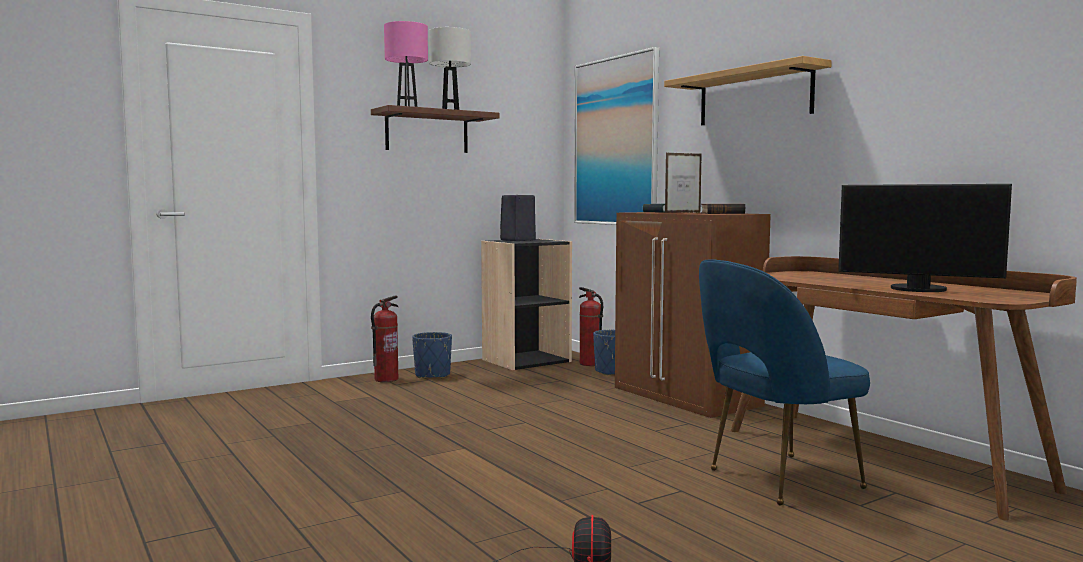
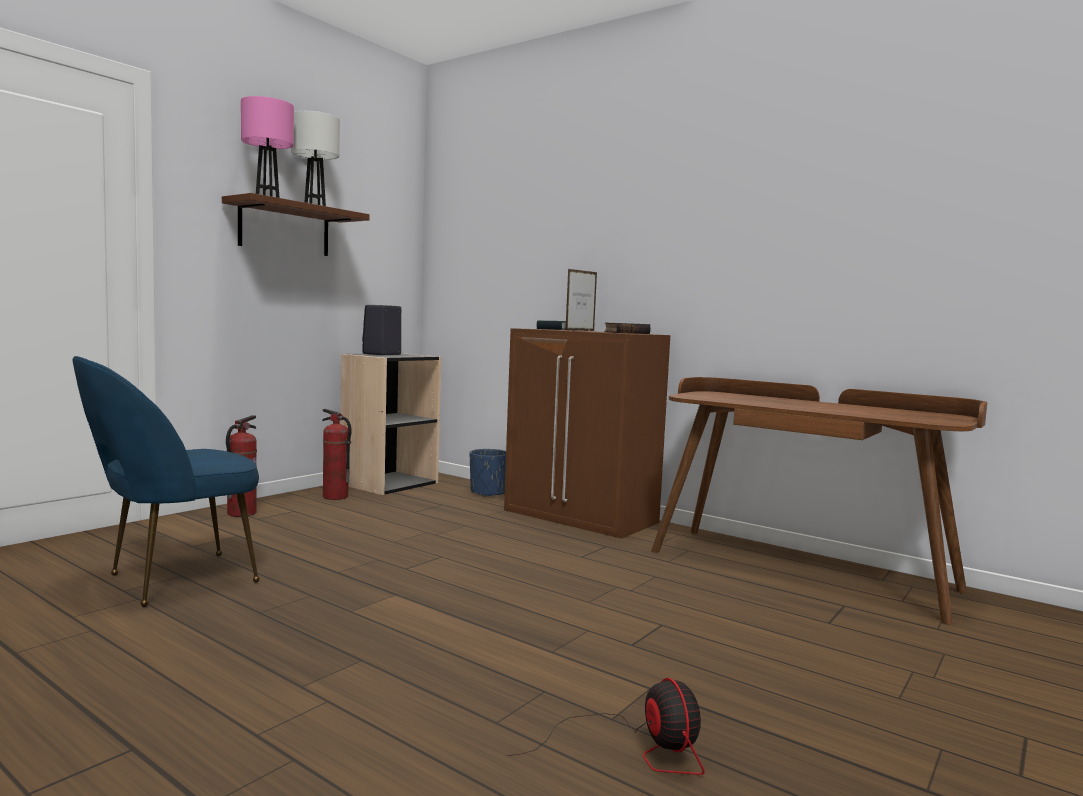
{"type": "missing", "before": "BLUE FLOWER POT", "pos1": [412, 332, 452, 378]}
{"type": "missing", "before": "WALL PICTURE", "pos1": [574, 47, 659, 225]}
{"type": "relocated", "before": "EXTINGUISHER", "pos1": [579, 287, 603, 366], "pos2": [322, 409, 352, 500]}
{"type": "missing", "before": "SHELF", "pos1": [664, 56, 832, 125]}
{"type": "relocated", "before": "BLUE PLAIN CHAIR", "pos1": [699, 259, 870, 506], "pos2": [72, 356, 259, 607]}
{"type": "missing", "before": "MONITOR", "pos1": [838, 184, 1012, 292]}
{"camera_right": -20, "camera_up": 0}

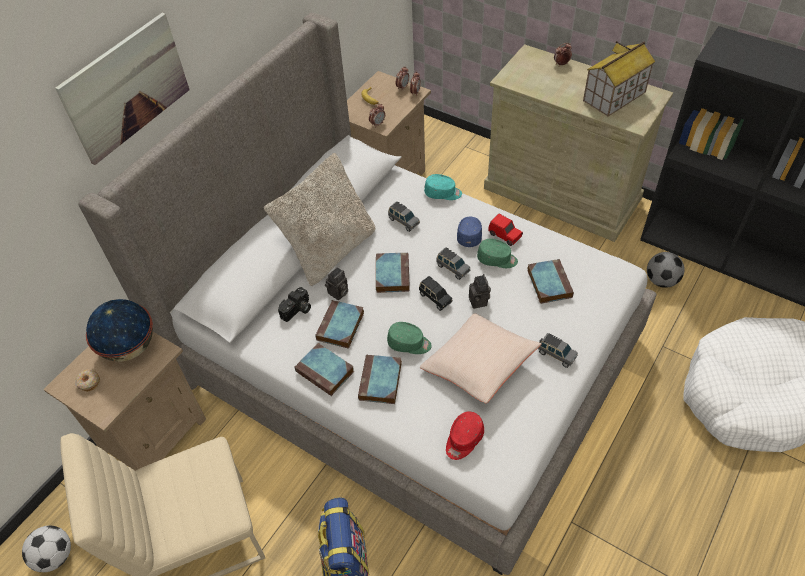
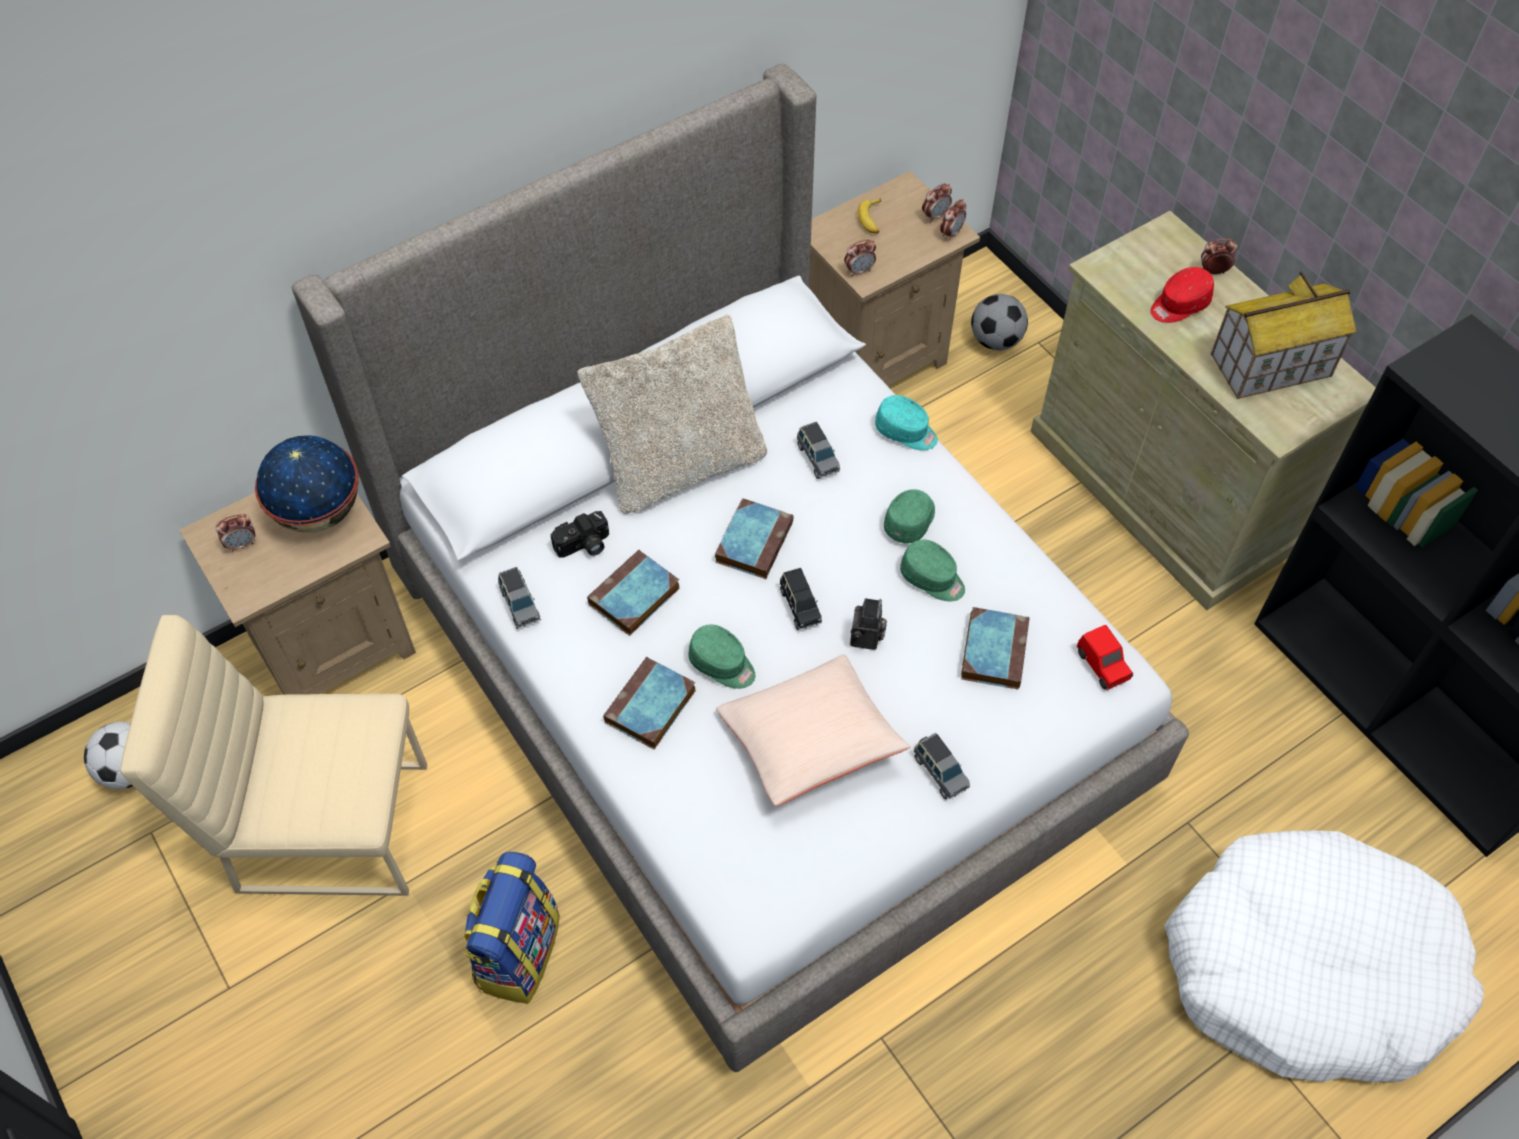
{"type": "missing", "before": "WALL PICTURE", "pos1": [55, 13, 190, 165]}
{"type": "exchanged", "before": "RING DOUGHNUT", "after": "BEDSIDE CLOCK", "pos1": [75, 369, 100, 392], "pos2": [215, 514, 255, 552]}
{"type": "missing", "before": "BOOK", "pos1": [294, 343, 354, 396]}
{"type": "missing", "before": "PHOTO CAMERA", "pos1": [325, 267, 348, 300]}
{"type": "relocated", "before": "GRAY MODEL CAR", "pos1": [436, 247, 470, 280], "pos2": [498, 567, 541, 629]}
{"type": "relocated", "before": "RED CAP", "pos1": [446, 412, 484, 460], "pos2": [1150, 267, 1214, 323]}
{"type": "colour", "before": "BLUE CAP", "after": "GREEN-COLOURED CAP", "pos1": [457, 217, 482, 247], "pos2": [884, 489, 935, 543]}
{"type": "relocated", "before": "RED MODEL CAR", "pos1": [488, 214, 523, 246], "pos2": [1077, 625, 1133, 690]}
{"type": "relocated", "before": "FOOTBALL BALL", "pos1": [647, 252, 685, 288], "pos2": [971, 294, 1028, 350]}
{"camera_right": 20, "camera_up": 5}

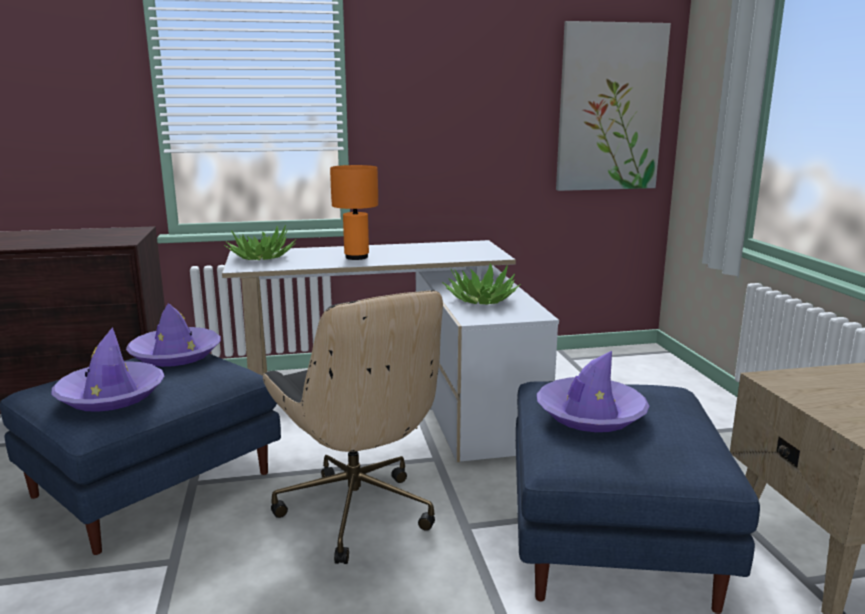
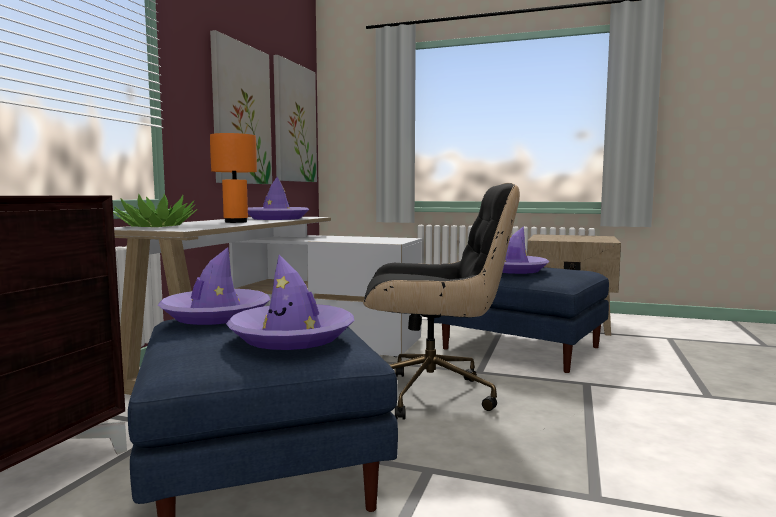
{"type": "missing", "before": "POTTED PLANT", "pos1": [442, 263, 521, 304]}
{"type": "appeared", "after": "WALL PICTURE", "pos2": [210, 30, 272, 184]}
{"type": "appeared", "after": "PURPLISH CLOTHING HAT", "pos2": [248, 177, 309, 220]}
{"camera_right": -60, "camera_up": -10}

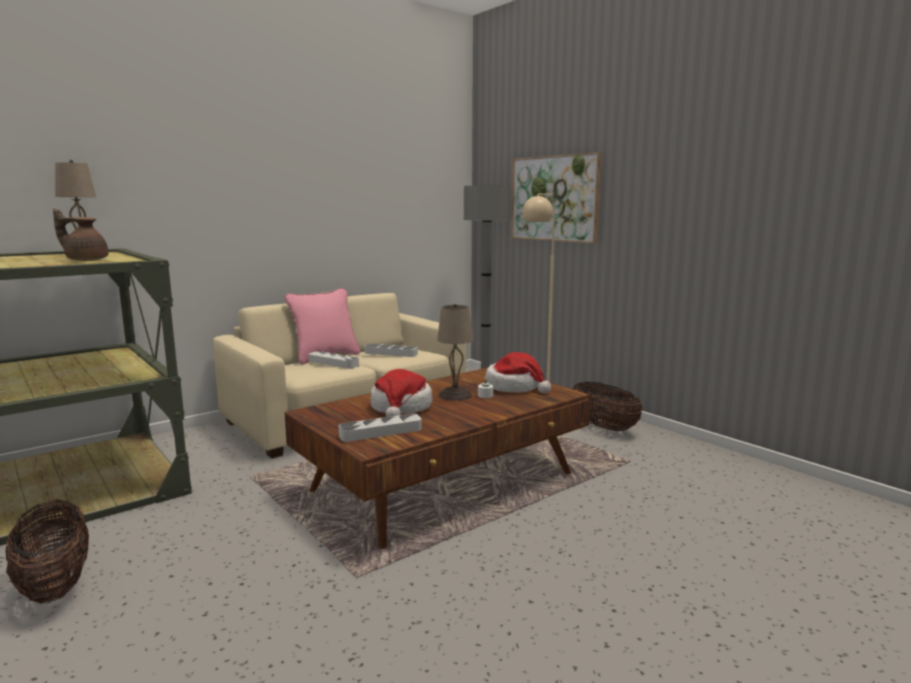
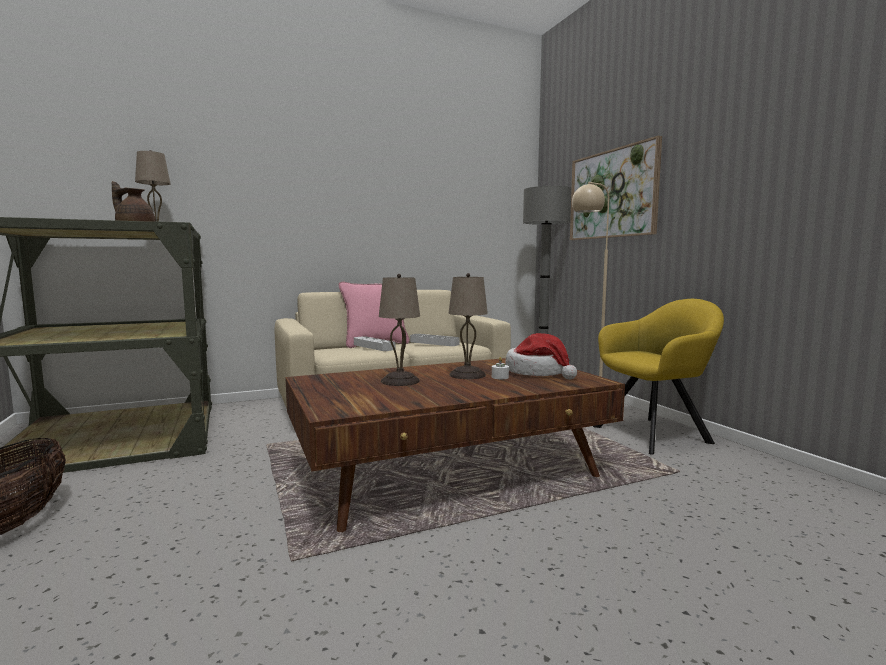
{"type": "missing", "before": "GRAY TRAY", "pos1": [339, 414, 422, 442]}
{"type": "exchanged", "before": "CLOTHING HAT", "after": "SAND-COLOURED TABLE LAMP", "pos1": [371, 369, 432, 417], "pos2": [379, 274, 420, 386]}
{"type": "exchanged", "before": "STORAGE BASKET", "after": "YELLOWISH LOUNGE CHAIR", "pos1": [573, 382, 643, 431], "pos2": [593, 299, 724, 455]}
{"camera_right": 15, "camera_up": -5}

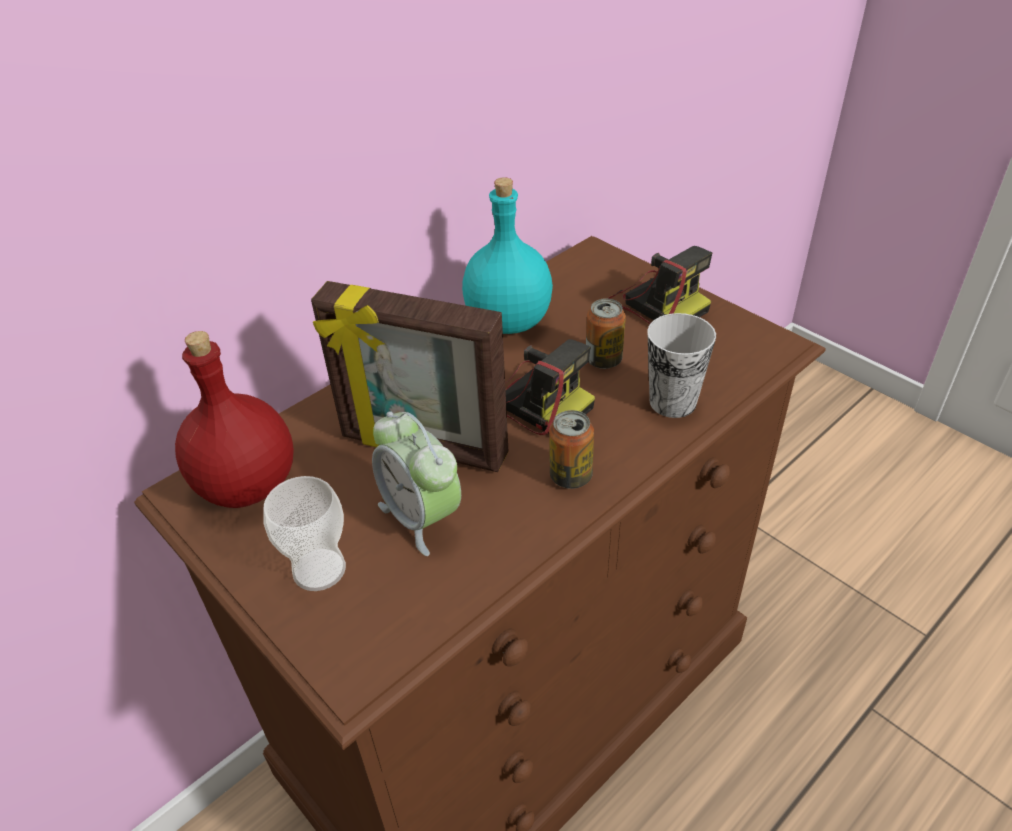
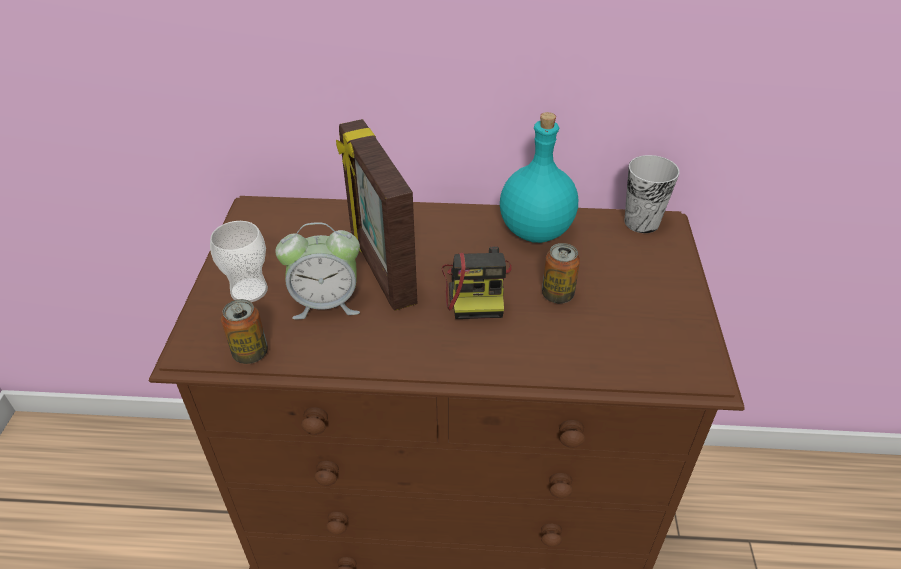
{"type": "missing", "before": "RED BOTTLE", "pos1": [175, 331, 294, 508]}
{"type": "spun", "before": "BEDSIDE CLOCK", "pos1": [372, 411, 461, 556], "pos2": [275, 222, 360, 319], "turn": -105}
{"type": "relocated", "before": "CAN", "pos1": [549, 410, 594, 489], "pos2": [221, 299, 268, 364]}
{"type": "missing", "before": "PHOTO CAMERA", "pos1": [608, 246, 712, 324]}
{"type": "relocated", "before": "CUP", "pos1": [647, 313, 716, 418], "pos2": [624, 155, 680, 233]}
{"camera_right": 45, "camera_up": 0}

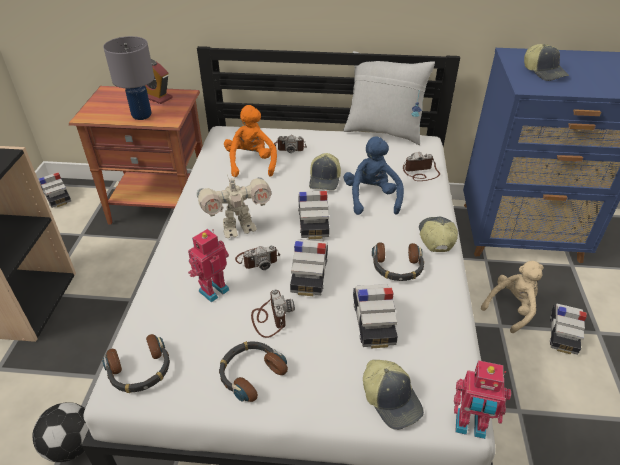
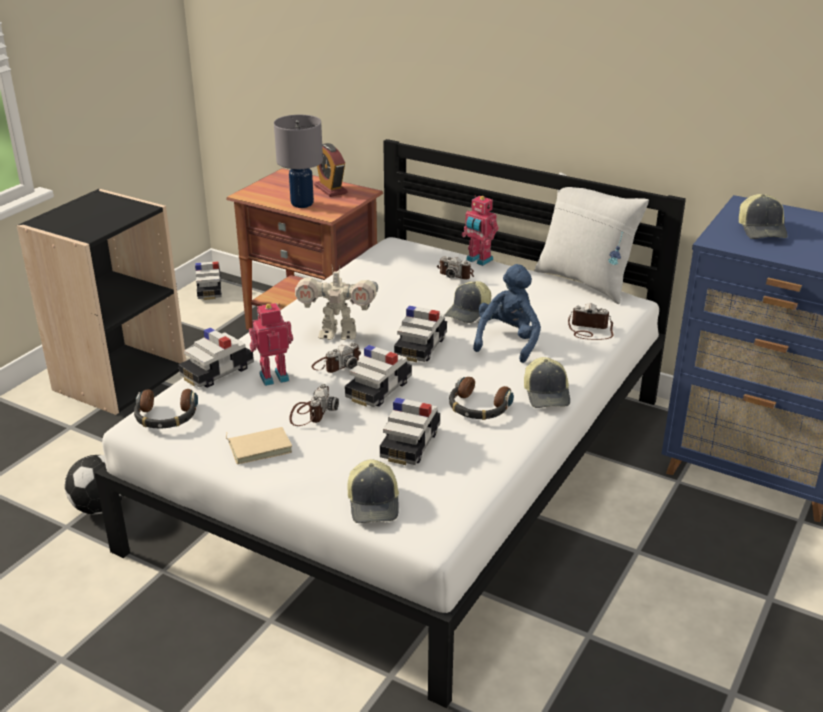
{"type": "exchanged", "before": "HEADSET", "after": "SAND-COLOURED BOOK", "pos1": [219, 341, 288, 402], "pos2": [226, 427, 292, 464]}
{"type": "missing", "before": "ORANGE PLUSH TOY", "pos1": [224, 105, 277, 177]}
{"type": "spun", "before": "PHOTO CAMERA", "pos1": [235, 245, 280, 270], "pos2": [312, 342, 361, 373], "turn": -45}
{"type": "spun", "before": "CAP", "pos1": [419, 216, 458, 252], "pos2": [524, 357, 570, 408], "turn": 150}
{"type": "relocated", "before": "MODEL ROBOT", "pos1": [454, 360, 511, 439], "pos2": [462, 195, 499, 266]}
{"type": "missing", "before": "SAND-COLOURED PLUSH TOY", "pos1": [481, 261, 544, 333]}
{"type": "relocated", "before": "MODEL CAR", "pos1": [550, 304, 587, 355], "pos2": [178, 327, 254, 388]}
{"camera_right": 25, "camera_up": -10}

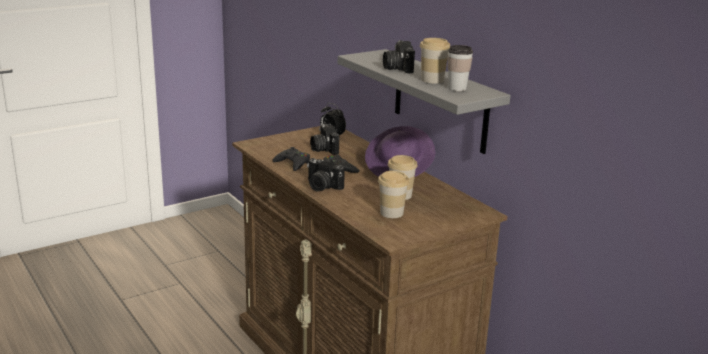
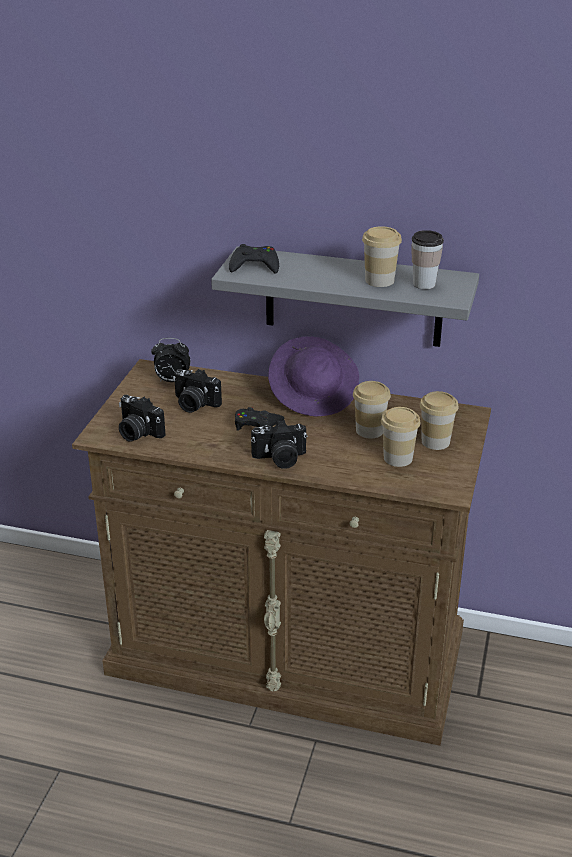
{"type": "relocated", "before": "BLACK-COLOURED GAMEPAD", "pos1": [272, 147, 310, 171], "pos2": [229, 244, 279, 274]}
{"type": "relocated", "before": "PHOTO CAMERA", "pos1": [383, 40, 415, 73], "pos2": [119, 395, 166, 442]}
{"type": "appeared", "after": "CUP", "pos2": [420, 391, 458, 450]}
{"camera_right": -40, "camera_up": 10}

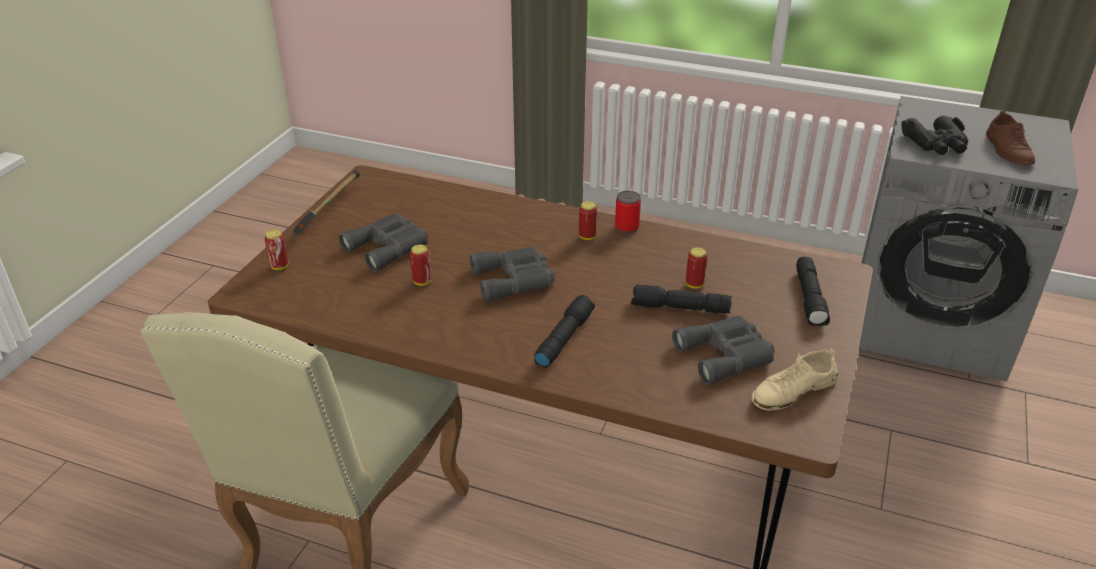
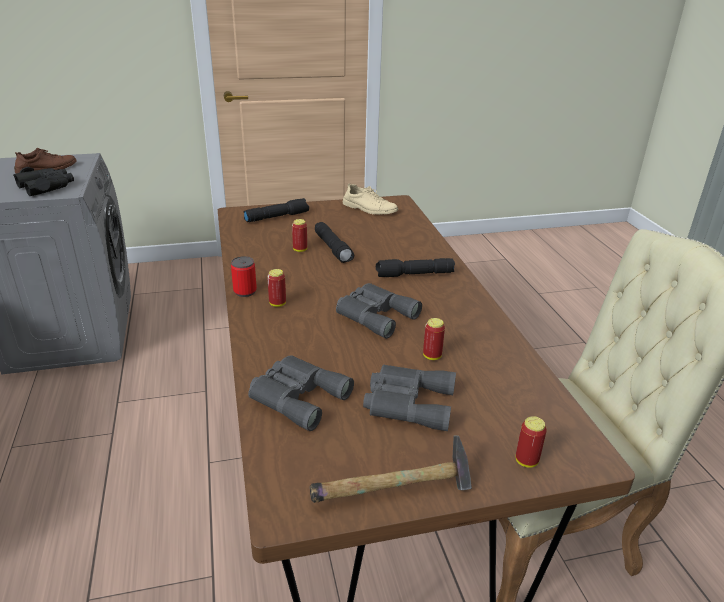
{"type": "relocated", "before": "GRAY BINOCULARS", "pos1": [672, 315, 774, 384], "pos2": [248, 355, 354, 431]}
{"camera_right": -125, "camera_up": -5}

